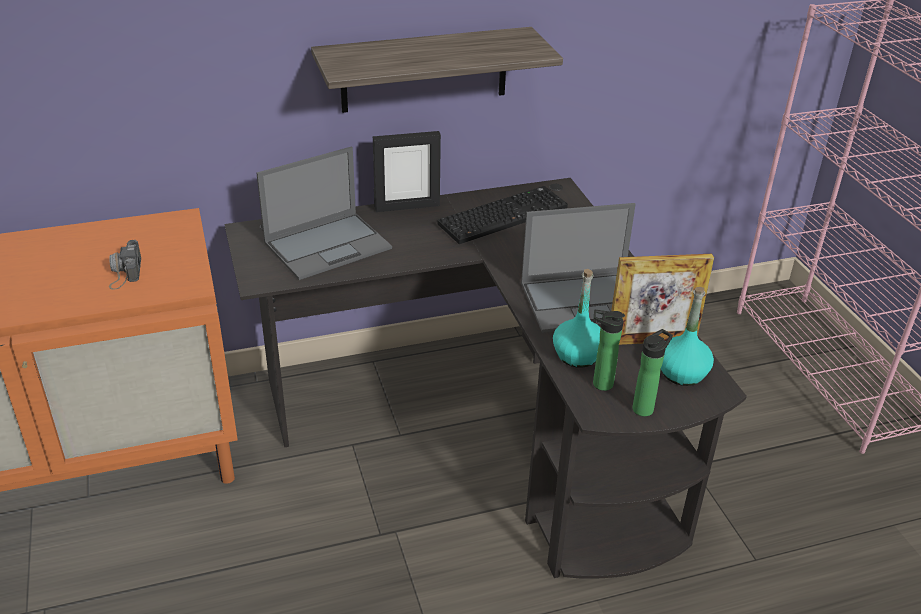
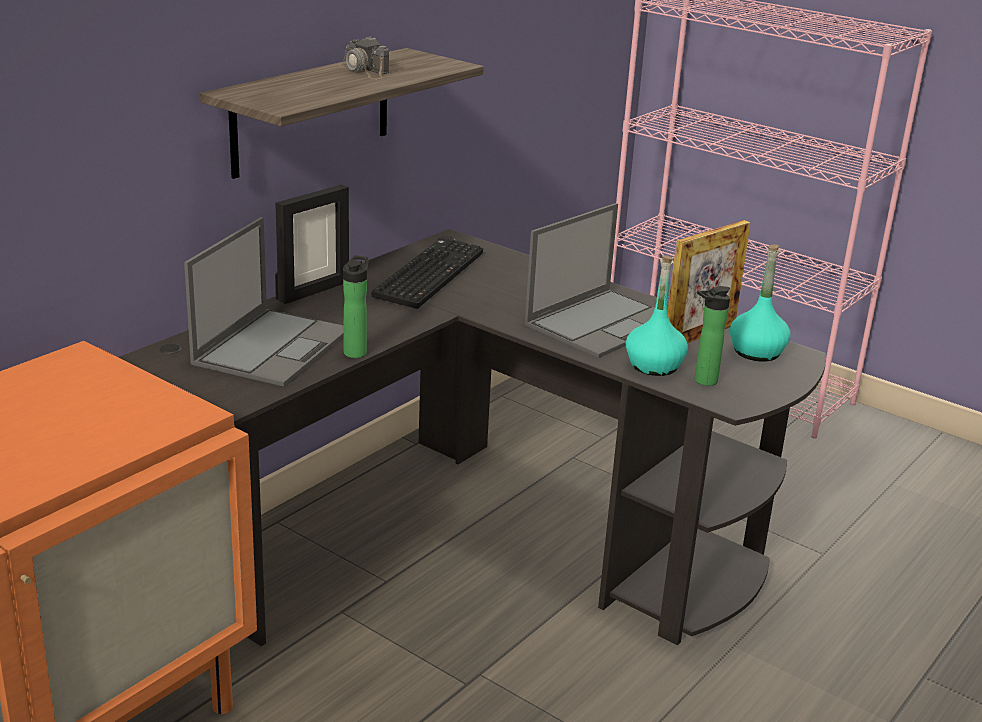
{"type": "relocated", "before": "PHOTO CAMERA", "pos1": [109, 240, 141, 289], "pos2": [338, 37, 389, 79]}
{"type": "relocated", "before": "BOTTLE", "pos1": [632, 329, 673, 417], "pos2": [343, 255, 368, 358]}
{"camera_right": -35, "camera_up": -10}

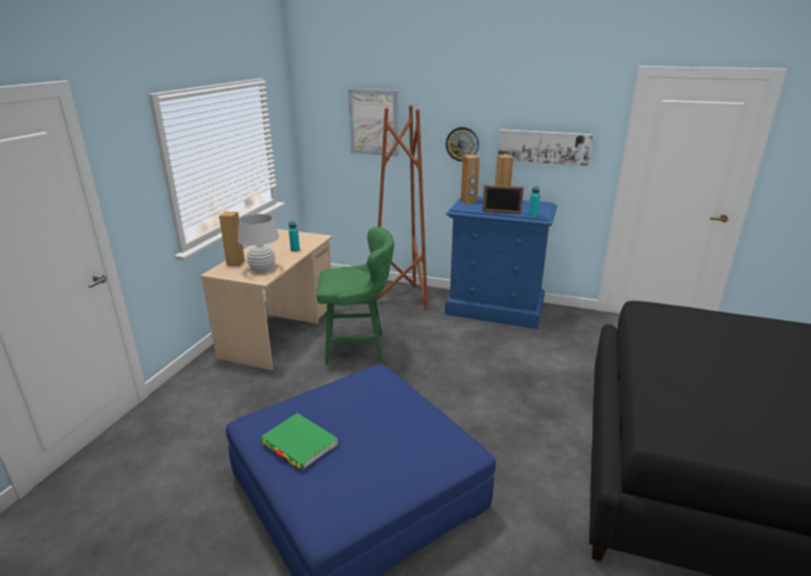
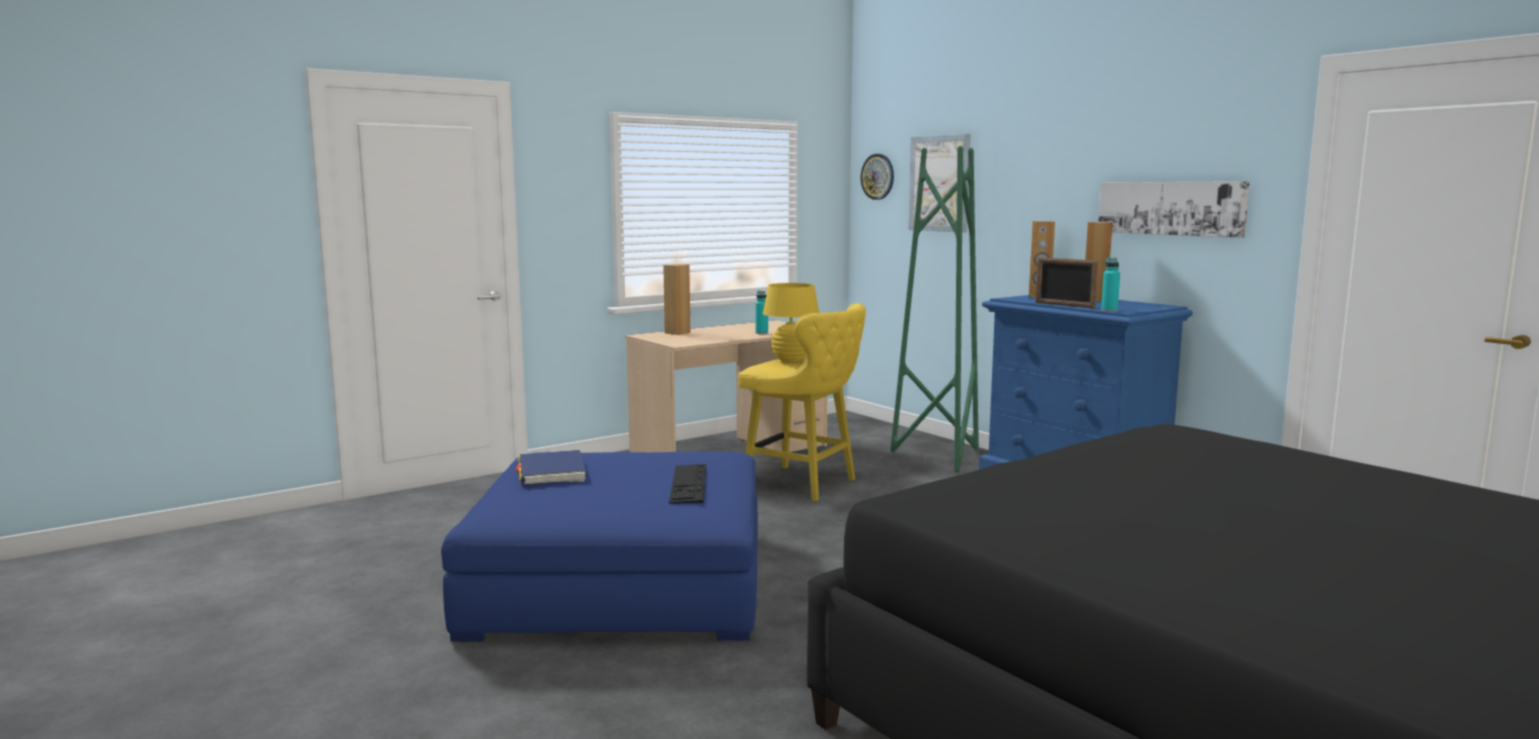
{"type": "missing", "before": "WHITE-COLOURED TABLE LAMP", "pos1": [238, 214, 279, 272]}
{"type": "colour", "before": "GREEN-COLOURED BOOK", "after": "BLUE BOOK", "pos1": [260, 413, 338, 470], "pos2": [516, 450, 586, 485]}
{"type": "colour", "before": "GREEN-COLOURED STOOL SEAT", "after": "YELLOWISH STOOL SEAT", "pos1": [316, 227, 394, 365], "pos2": [738, 303, 866, 501]}
{"type": "colour", "before": "BROWN GARMENT RACK", "after": "GREEN-COLOURED GARMENT RACK", "pos1": [376, 105, 428, 310], "pos2": [890, 146, 979, 472]}
{"type": "relocated", "before": "CLOCK ON THE WALL", "pos1": [446, 127, 479, 162], "pos2": [860, 154, 894, 200]}
{"type": "appeared", "after": "PC KEYBOARD", "pos2": [669, 464, 706, 504]}
{"type": "appeared", "after": "YELLOWISH TABLE LAMP", "pos2": [763, 283, 819, 362]}
{"camera_right": 35, "camera_up": -15}

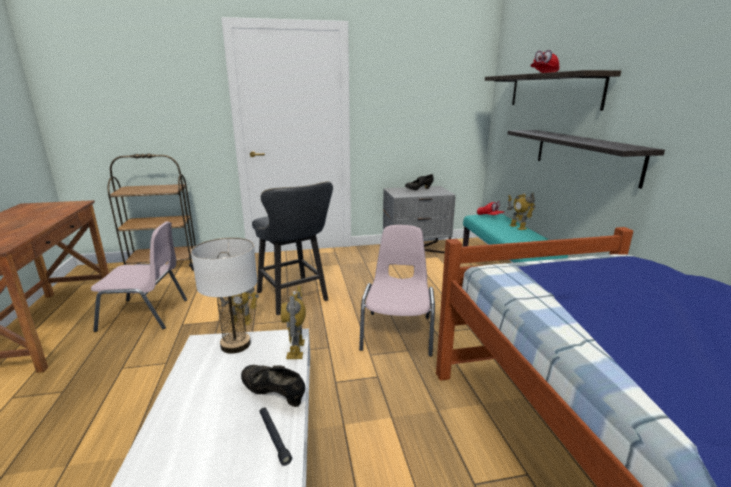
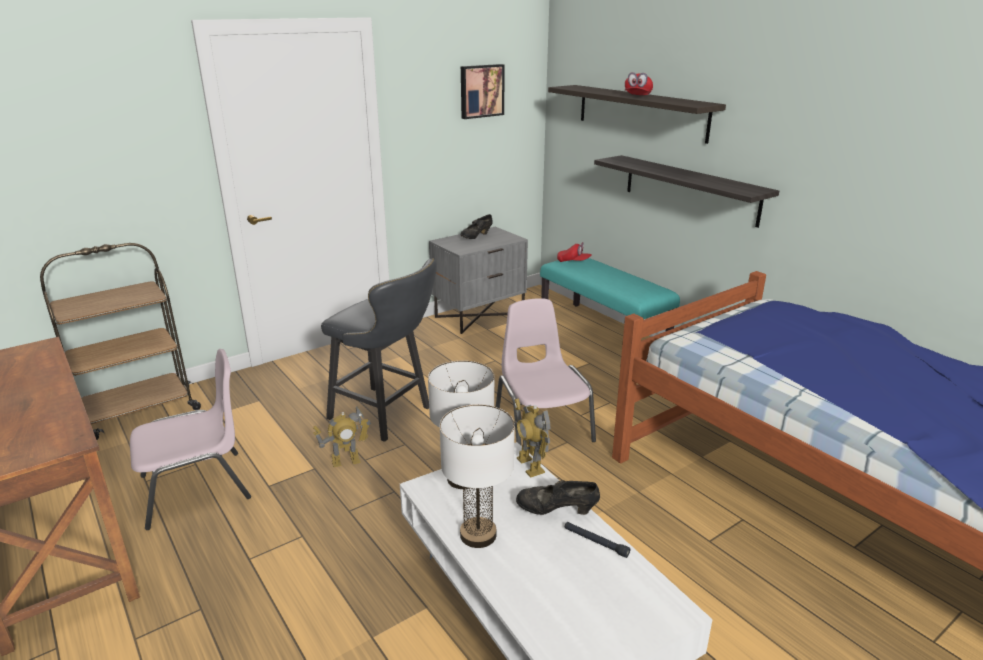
{"type": "missing", "before": "MODEL ROBOT", "pos1": [507, 193, 536, 230]}
{"type": "appeared", "after": "TABLE LAMP", "pos2": [440, 404, 515, 548]}
{"type": "appeared", "after": "WALL PICTURE", "pos2": [461, 64, 505, 119]}
{"camera_right": -25, "camera_up": 5}

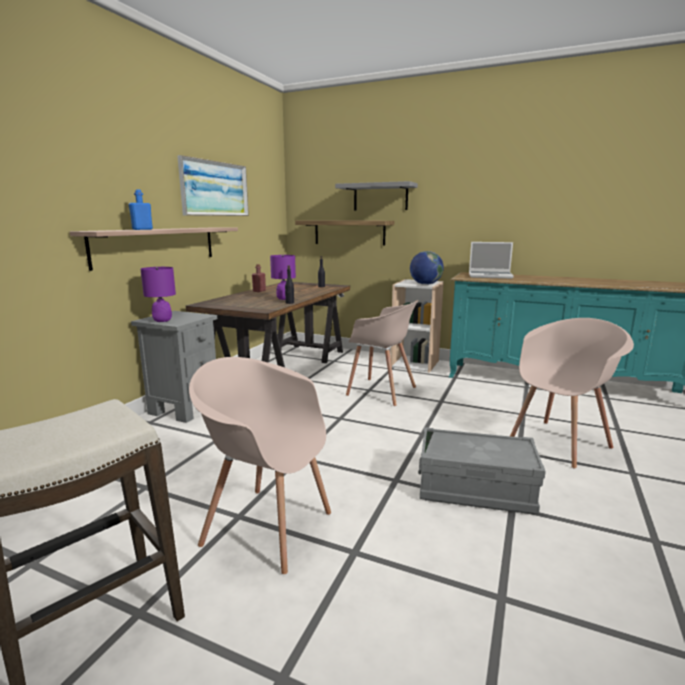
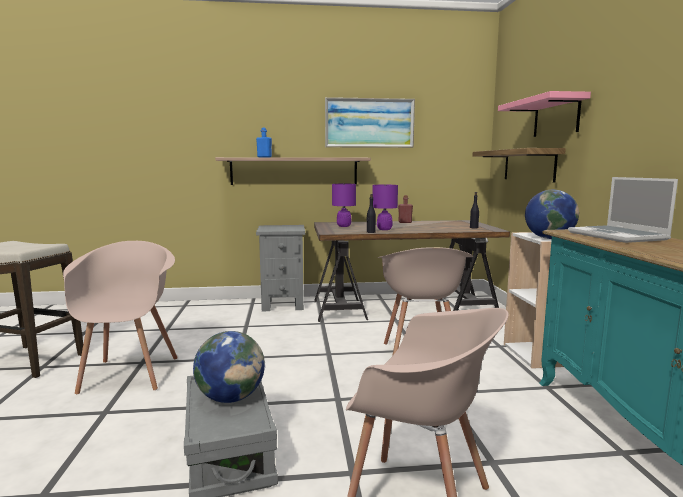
{"type": "relocated", "before": "PURPLISH TABLE LAMP", "pos1": [140, 267, 176, 322], "pos2": [332, 183, 356, 227]}
{"type": "colour", "before": "GRAY SHELF", "after": "PINK SHELF", "pos1": [335, 181, 418, 210], "pos2": [498, 91, 591, 137]}
{"type": "appeared", "after": "GLOBE", "pos2": [193, 331, 265, 403]}
{"camera_right": 60, "camera_up": -5}

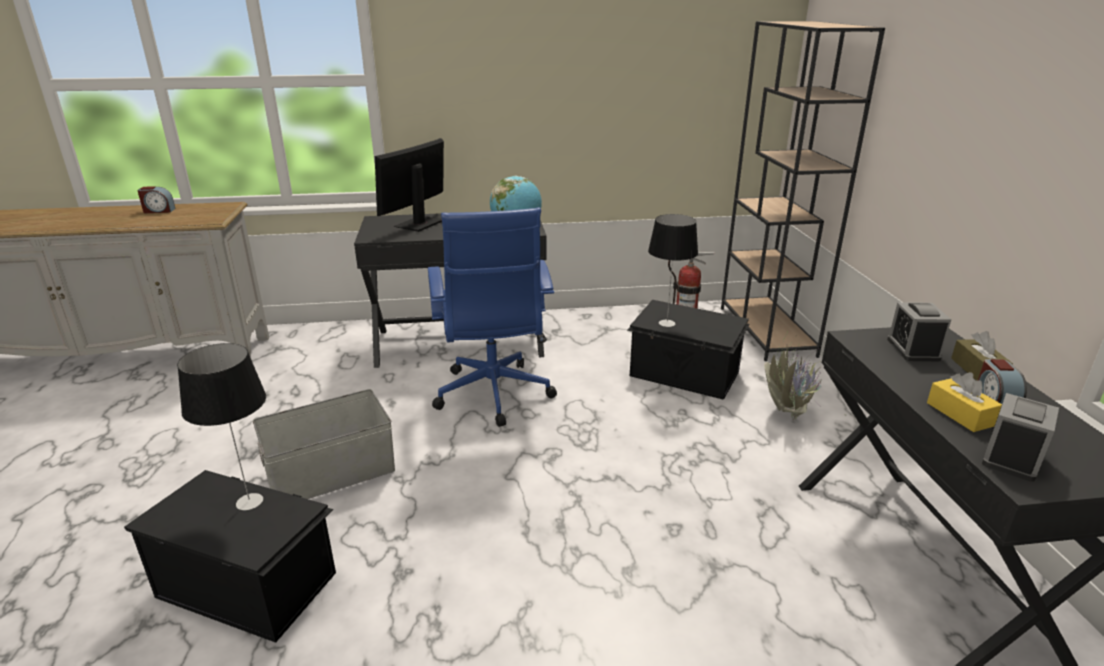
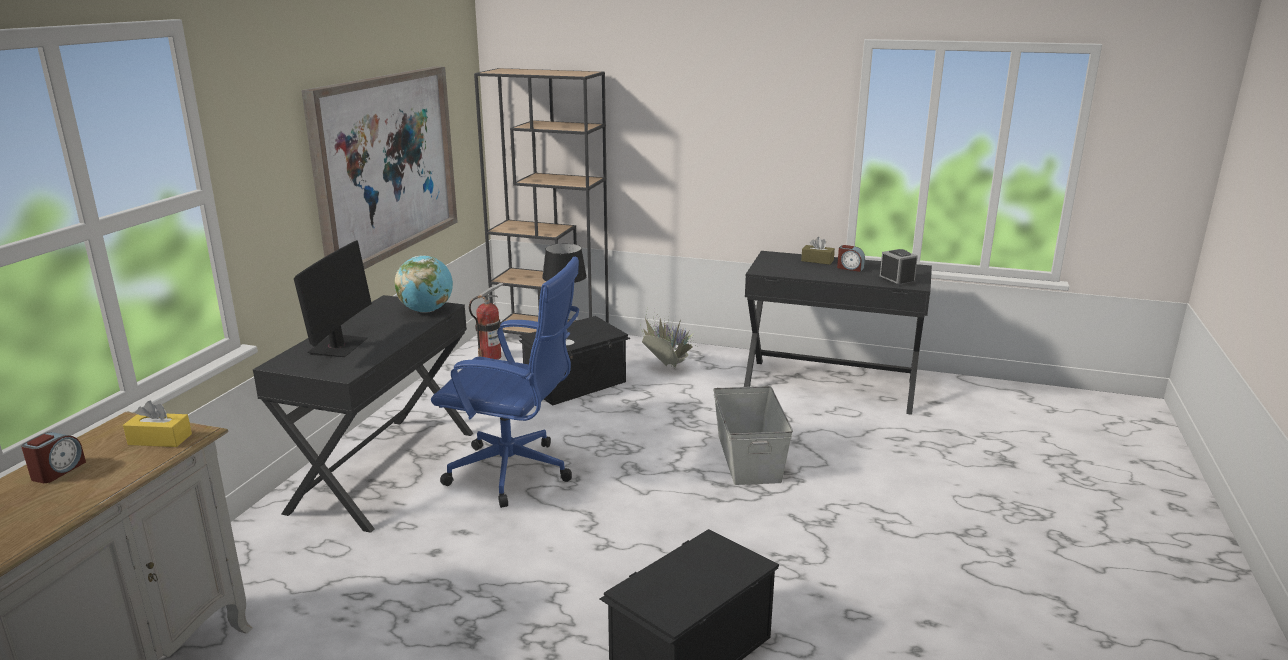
{"type": "missing", "before": "TABLE LAMP", "pos1": [177, 343, 266, 510]}
{"type": "relocated", "before": "GRAY STORAGE BIN", "pos1": [253, 389, 395, 499], "pos2": [713, 386, 793, 485]}
{"type": "spun", "before": "MONITOR", "pos1": [375, 138, 444, 232], "pos2": [294, 240, 372, 357], "turn": -135}
{"type": "missing", "before": "BEDSIDE CLOCK", "pos1": [887, 302, 951, 361]}
{"type": "relocated", "before": "YELLOWISH TISSUE BOX", "pos1": [927, 372, 1002, 432], "pos2": [123, 401, 192, 447]}
{"type": "appeared", "after": "WALL PICTURE", "pos2": [301, 66, 458, 269]}
{"camera_right": -65, "camera_up": -5}

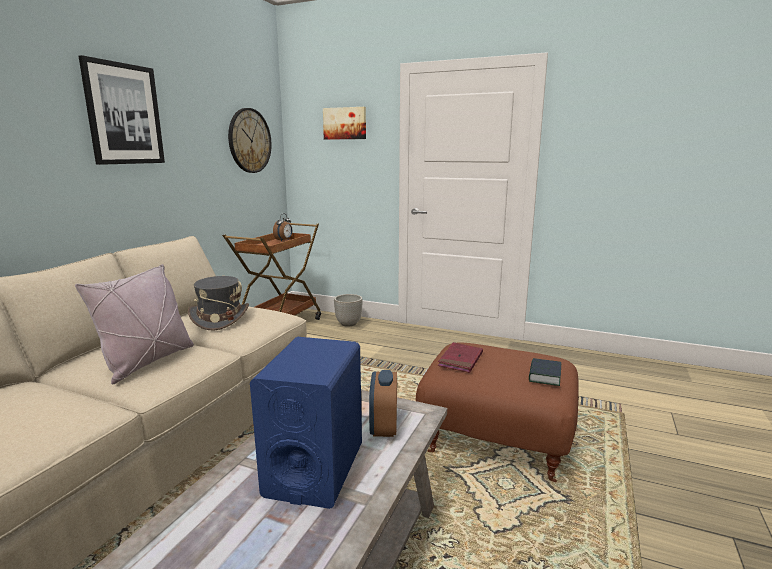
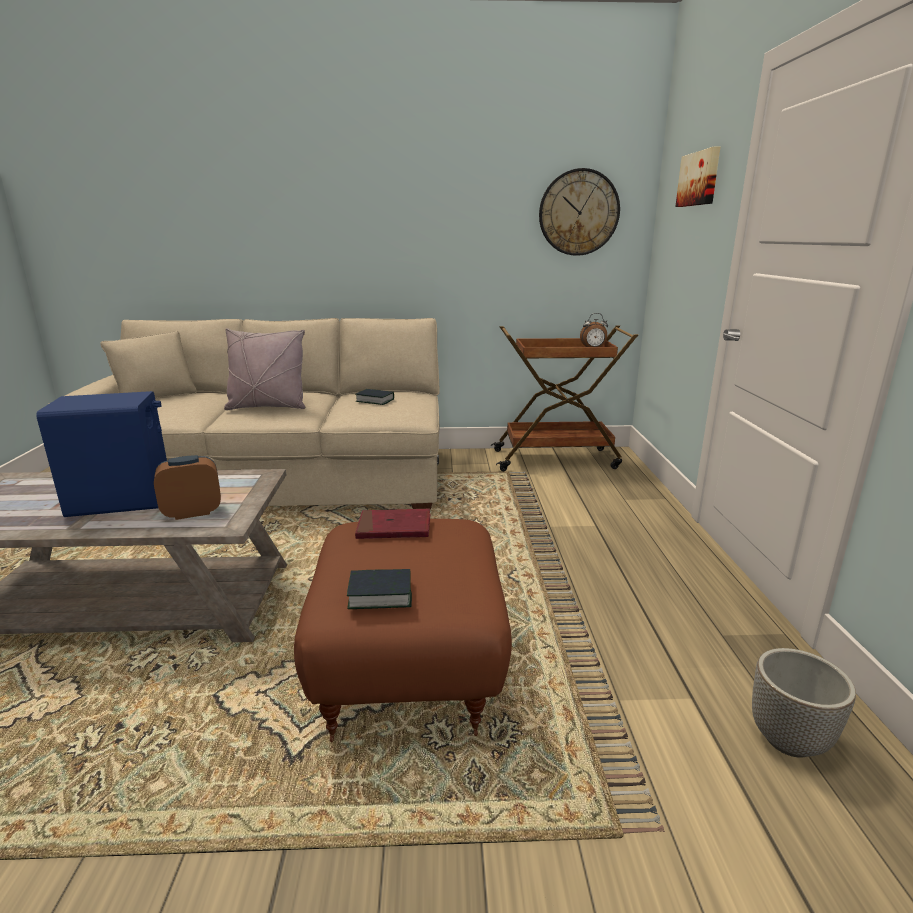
{"type": "missing", "before": "WALL PICTURE", "pos1": [79, 55, 165, 165]}
{"type": "exchanged", "before": "GRAY CLOTHING HAT", "after": "BOOK", "pos1": [188, 276, 249, 330], "pos2": [356, 389, 394, 405]}
{"type": "relocated", "before": "FLOWER POT", "pos1": [334, 294, 363, 327], "pos2": [752, 648, 856, 758]}
{"camera_right": 65, "camera_up": 5}

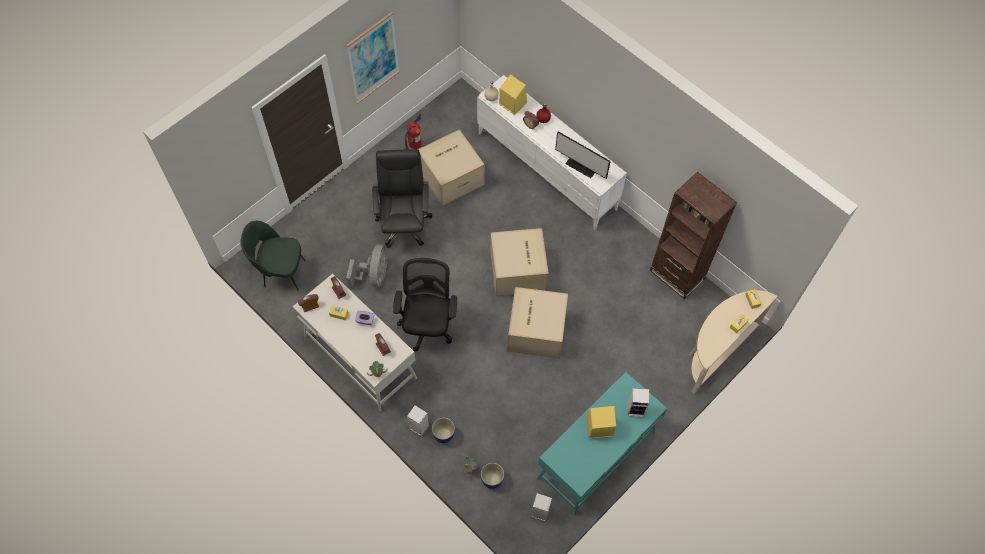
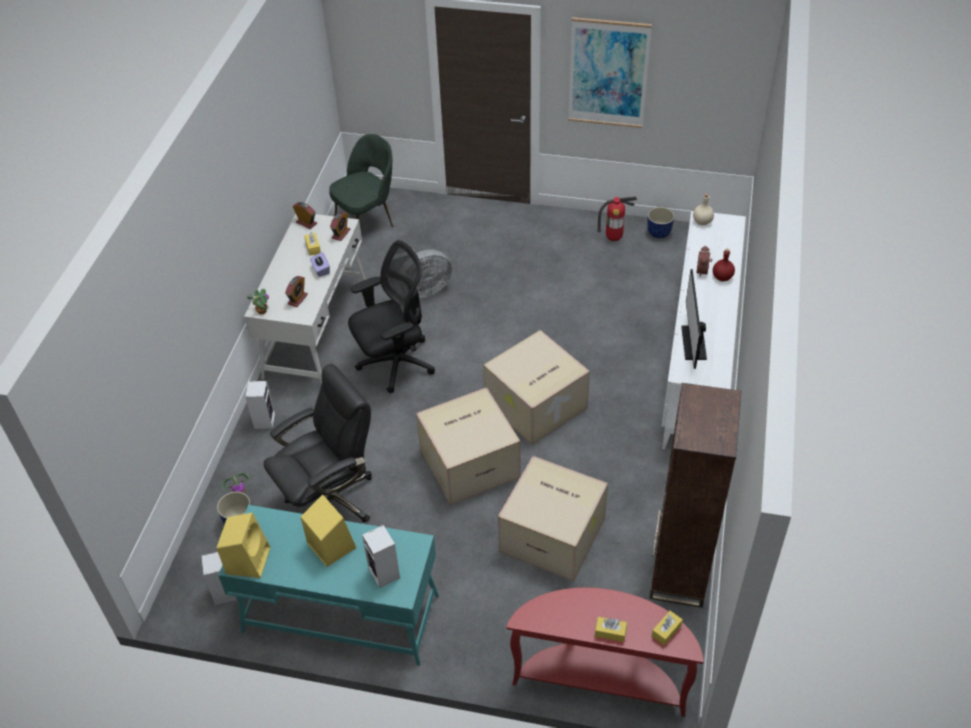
{"type": "spun", "before": "GREEN-COLOURED PLAIN CHAIR", "pos1": [240, 221, 306, 291], "pos2": [329, 134, 393, 227], "turn": 75}
{"type": "relocated", "before": "BLACK-COLOURED COMPUTER CHAIR", "pos1": [372, 149, 432, 248], "pos2": [264, 364, 372, 522]}
{"type": "relocated", "before": "PACKING BOX", "pos1": [418, 129, 485, 206], "pos2": [498, 456, 608, 581]}
{"type": "relocated", "before": "FLOWER POT", "pos1": [432, 417, 455, 443], "pos2": [648, 207, 675, 238]}
{"type": "relocated", "before": "YELLOWISH SPEAKER", "pos1": [499, 74, 527, 115], "pos2": [217, 513, 270, 578]}
{"type": "colour", "before": "SAND-COLOURED HALL TABLE", "after": "RED HALL TABLE", "pos1": [689, 290, 778, 394], "pos2": [506, 588, 703, 717]}
{"camera_right": 60, "camera_up": -15}

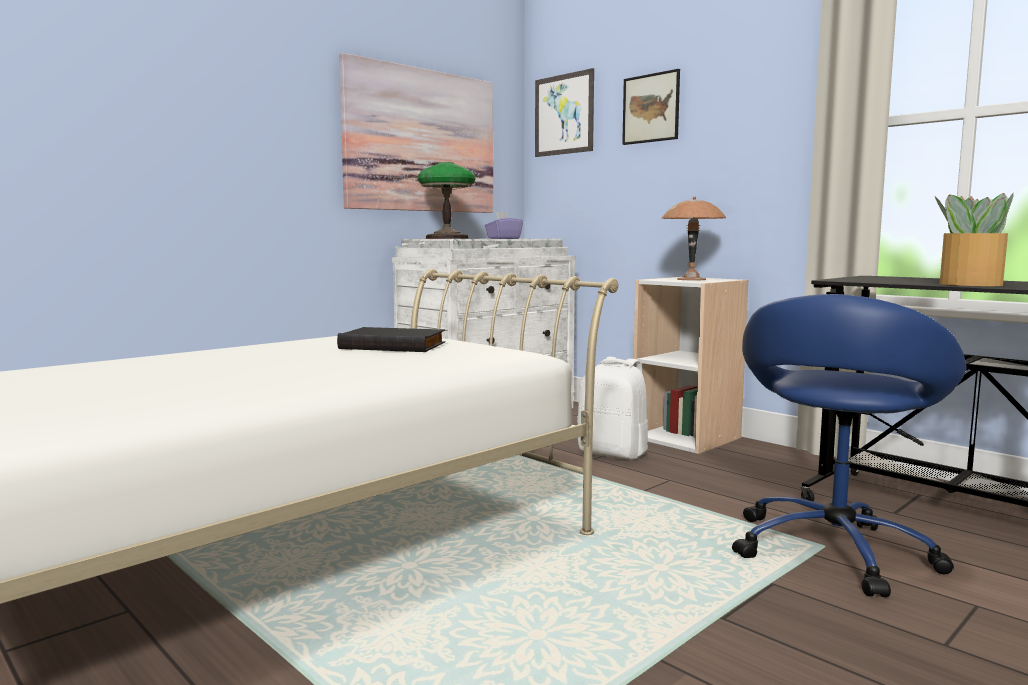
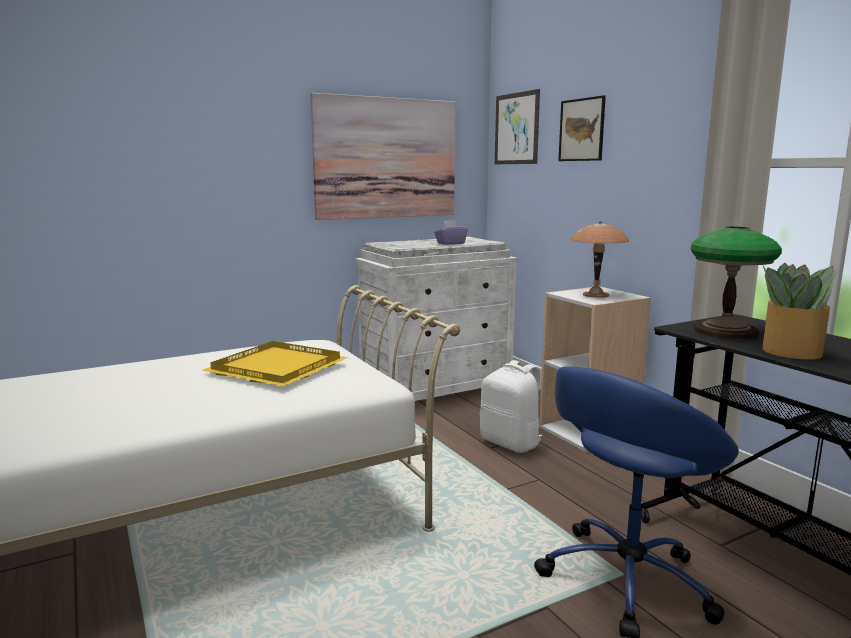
{"type": "exchanged", "before": "BLACK-COLOURED BOOK", "after": "YELLOWISH TRAY", "pos1": [337, 327, 445, 352], "pos2": [203, 341, 348, 386]}
{"type": "relocated", "before": "TABLE LAMP", "pos1": [418, 162, 476, 239], "pos2": [691, 227, 782, 339]}
{"camera_right": 15, "camera_up": 5}

